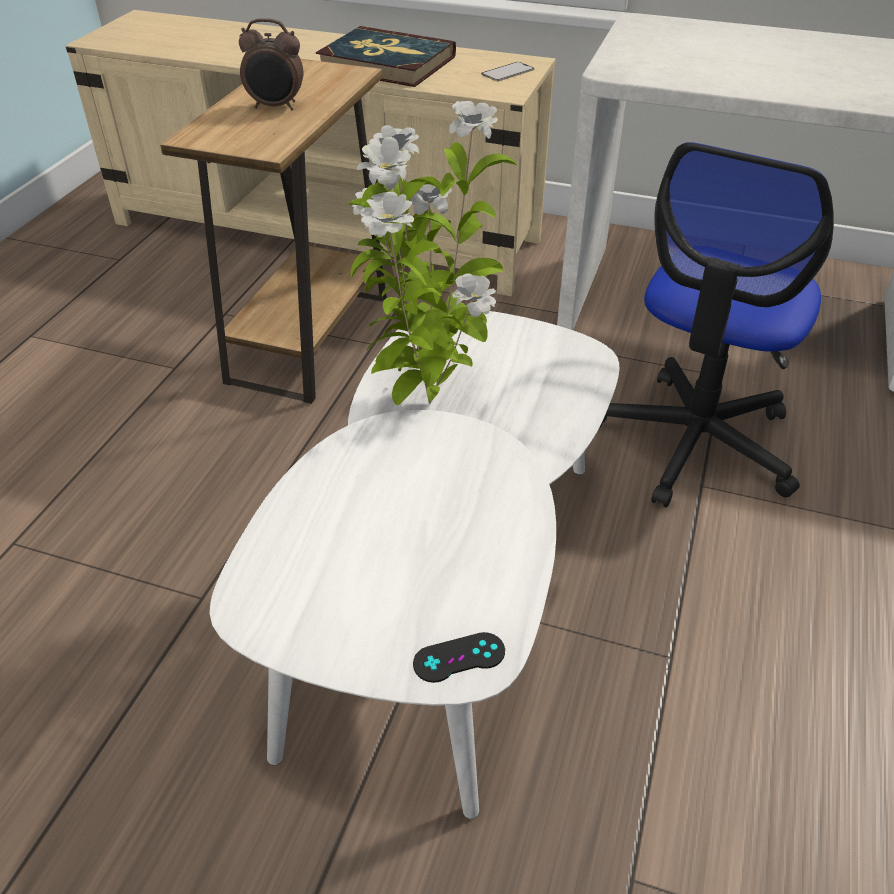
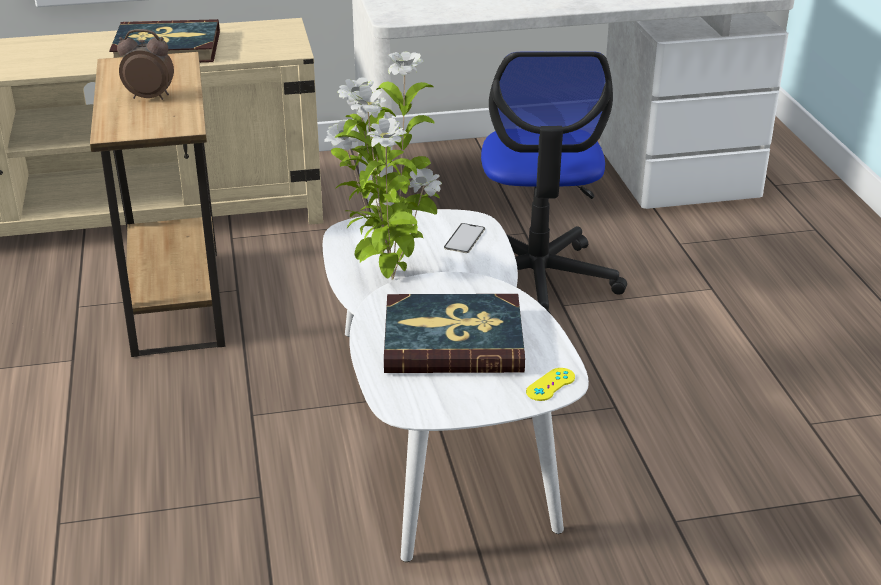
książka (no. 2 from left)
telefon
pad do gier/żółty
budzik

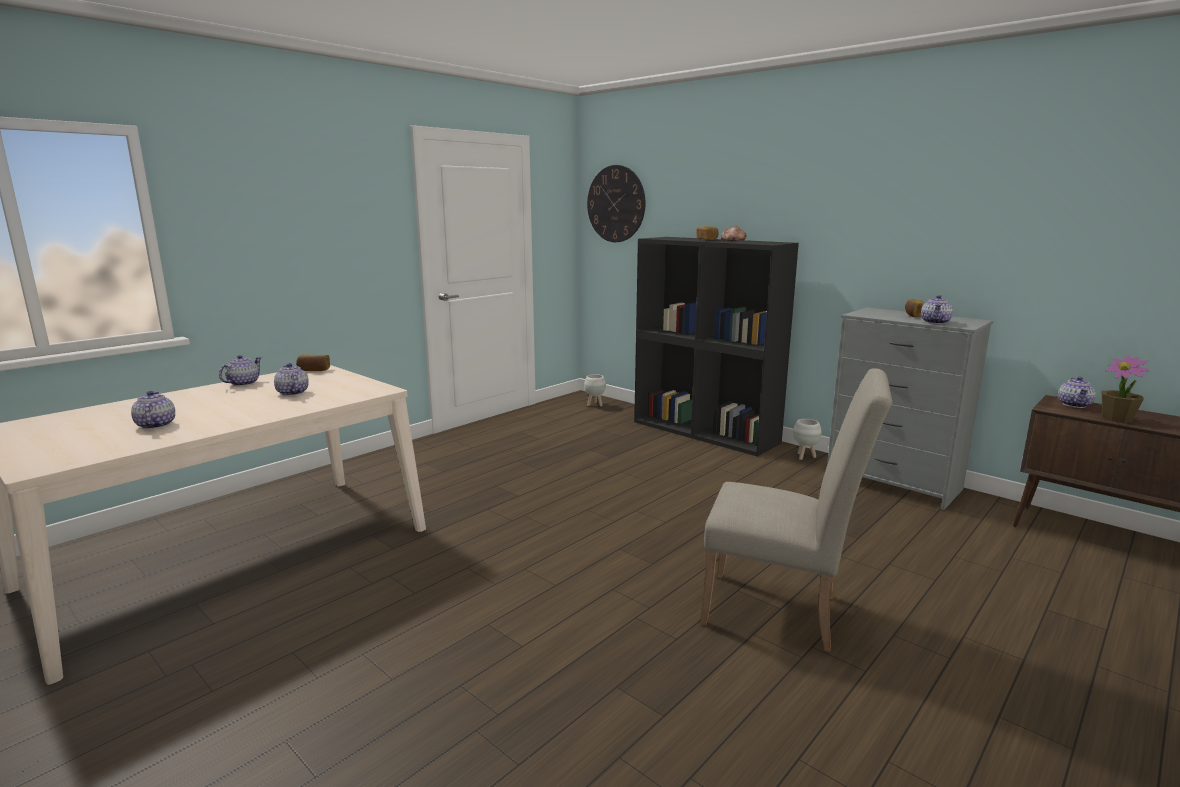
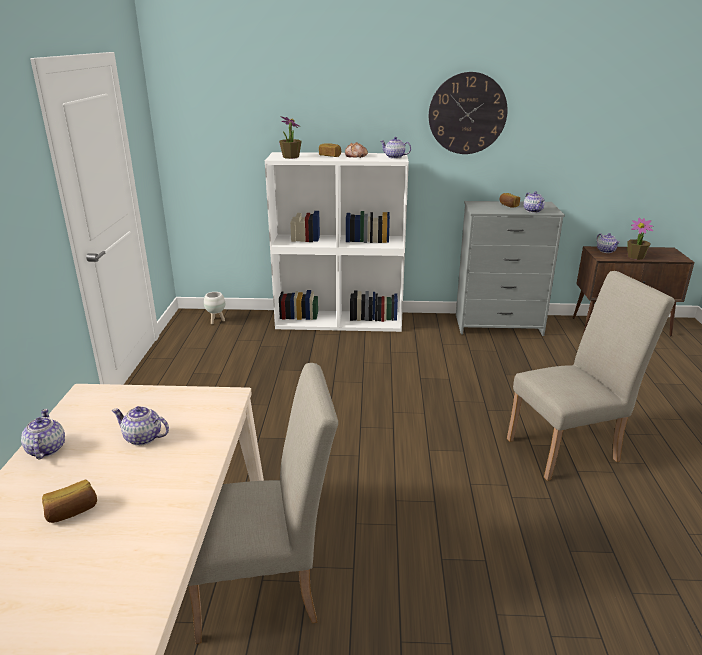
donica/biały (no. 2 from left in the first image)
krzesło/beżowy (no. 1 from left)
roślina doniczkowa (no. 1 from left)
imbryk (no. 3 from left)
chleb (no. 1 from left)
zegar ścienny
regał/biały

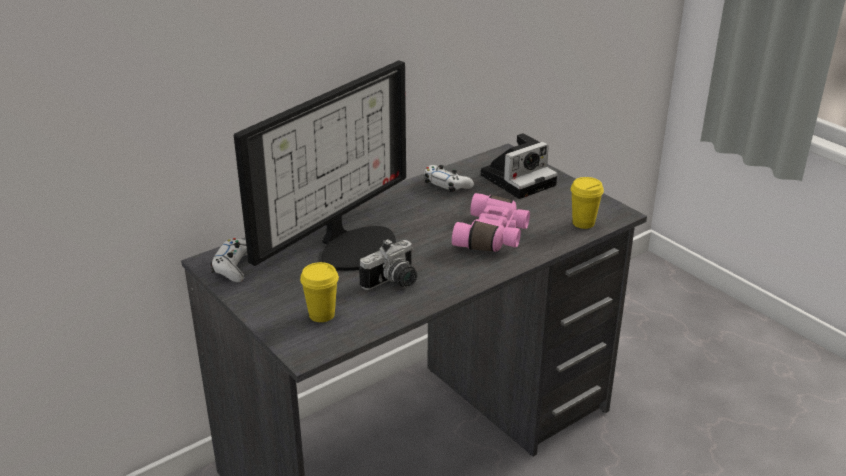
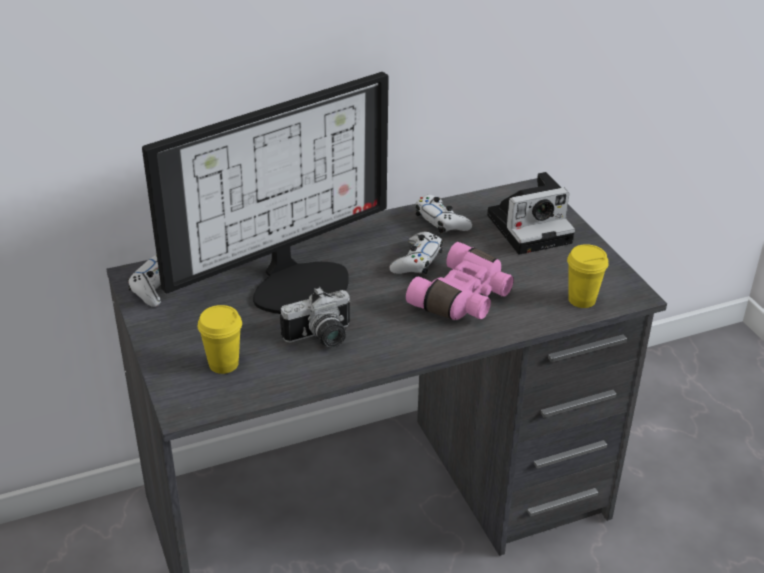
pad do gier/biały (no. 2 from left)

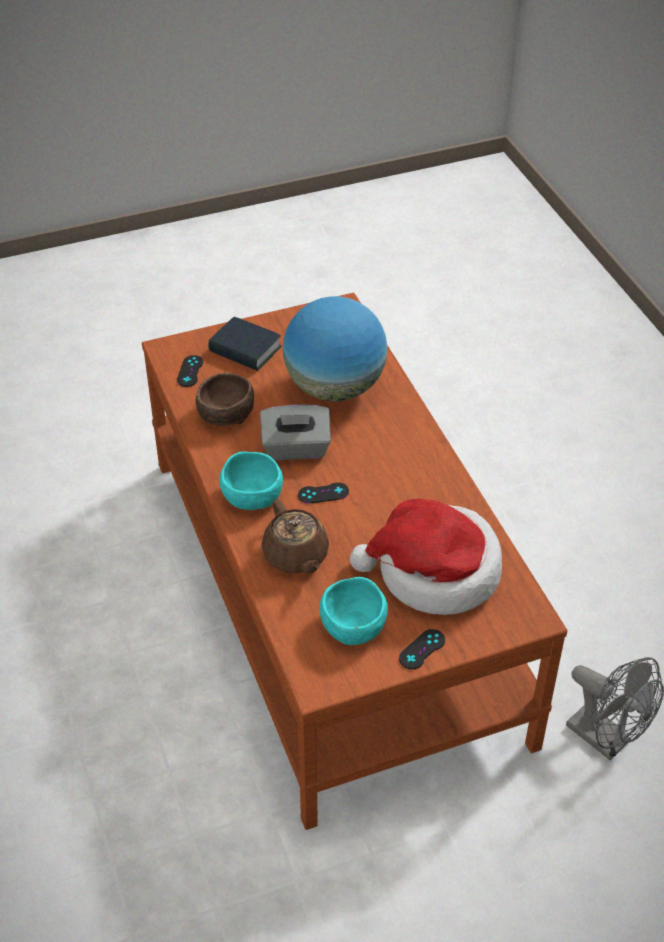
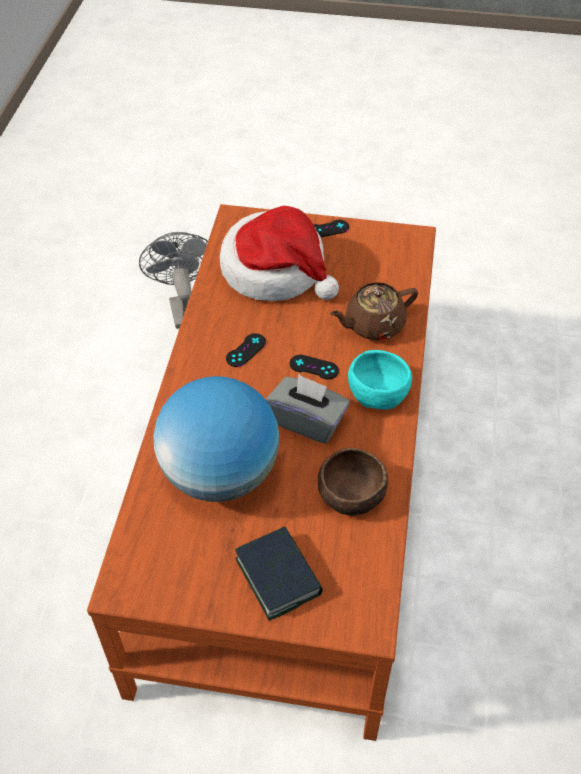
miska/turkusowy (no. 2 from left in the first image)
pad do gier/czarny (no. 1 from left)
imbryk/brązowy

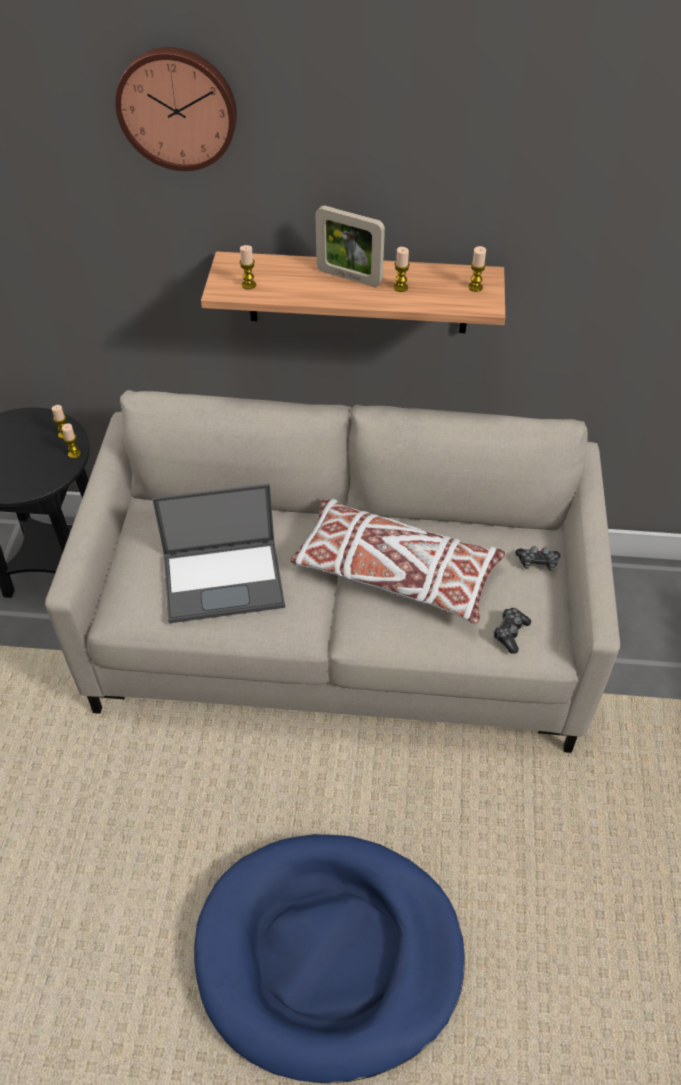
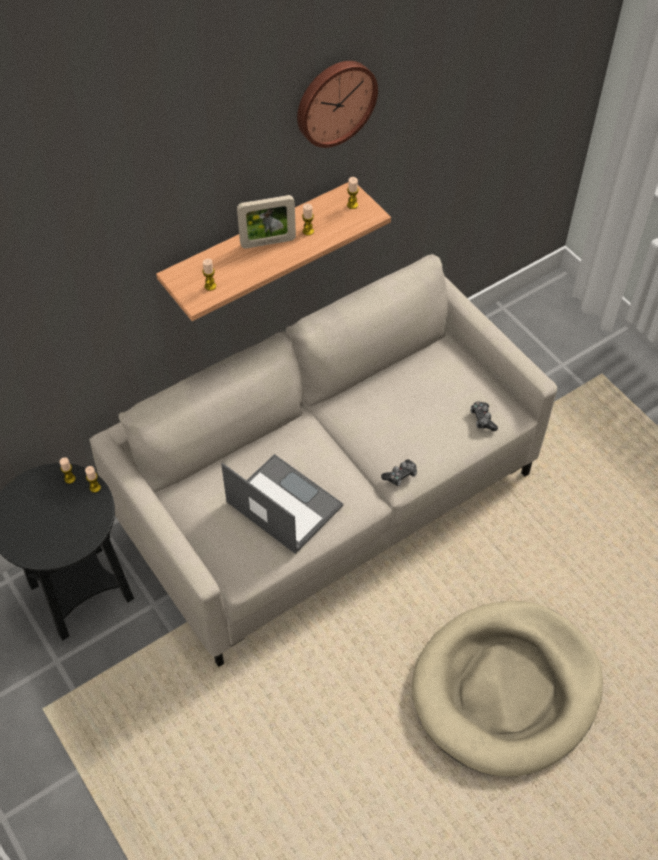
poduszka/biały
zegar ścienny
pad do gier (no. 1 from left)
legowisko/beżowy
laptop

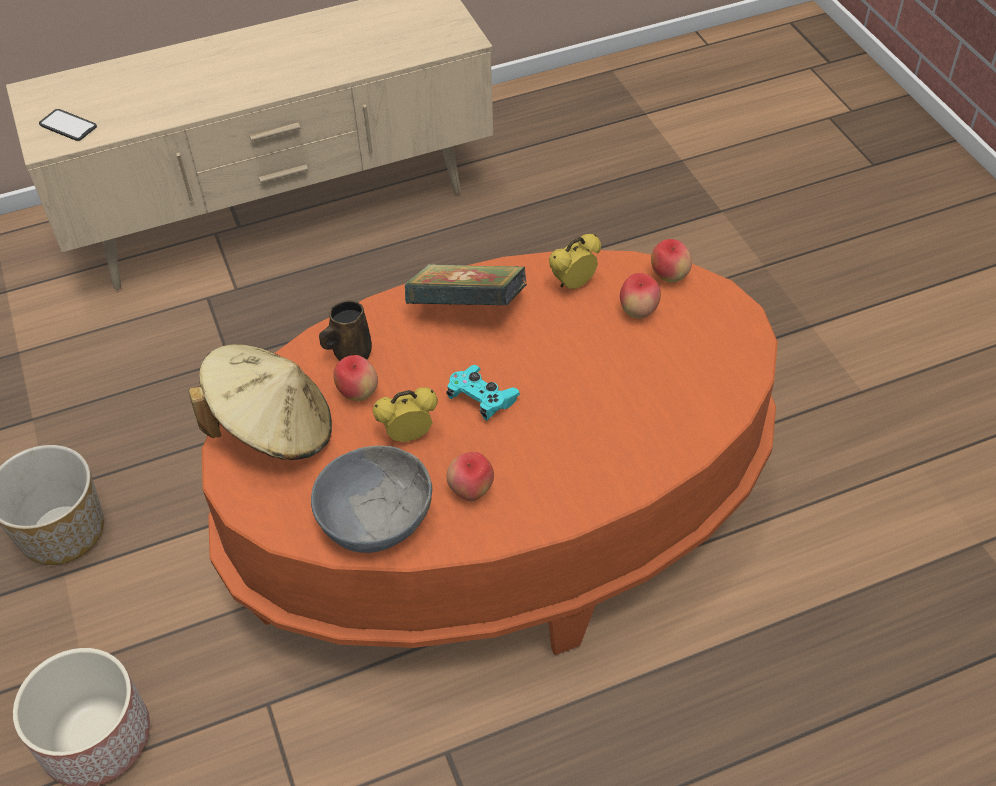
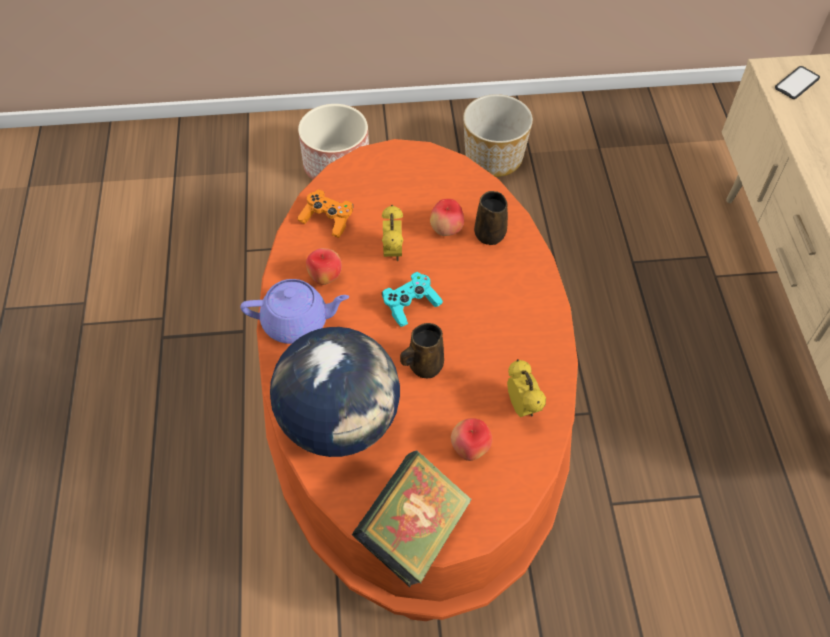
kapelusz/beżowy
jabłko (no. 4 from left in the first image)
imbryk/fioletowy
globus
kubek/brązowy (no. 1 from left)
książka
pad do gier/pomarańczowy

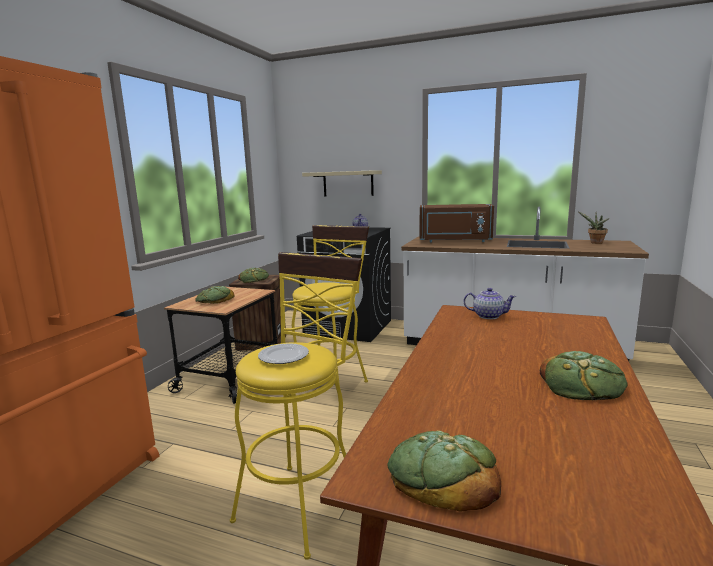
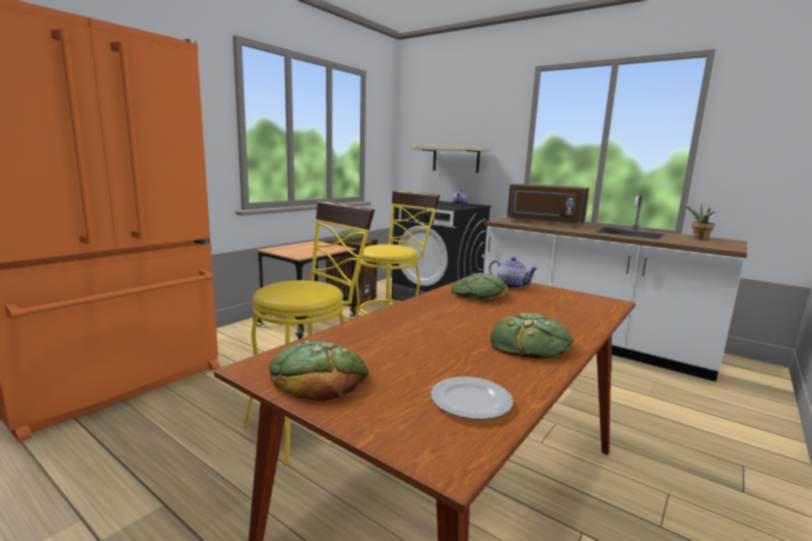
chleb (no. 3 from left)
talerz

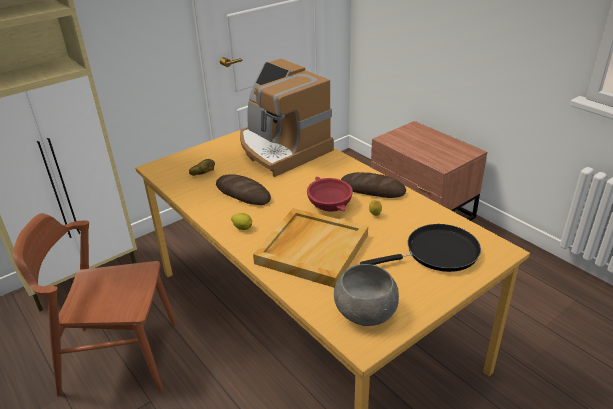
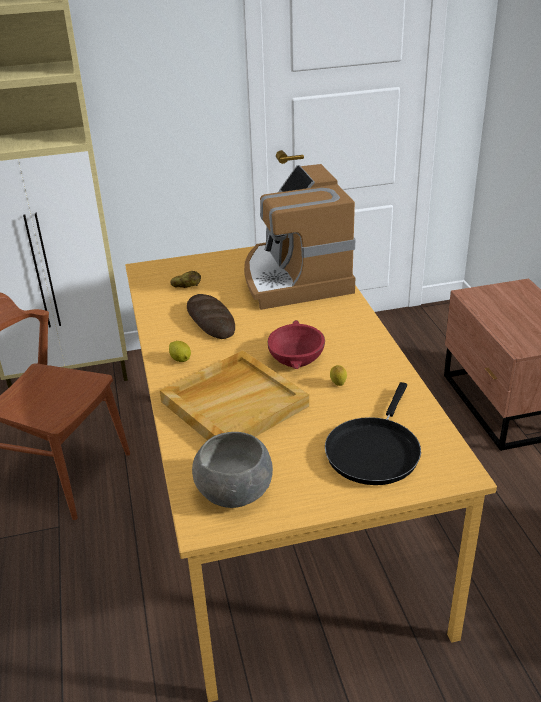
chleb (no. 2 from left in the first image)
patelnia/czarny

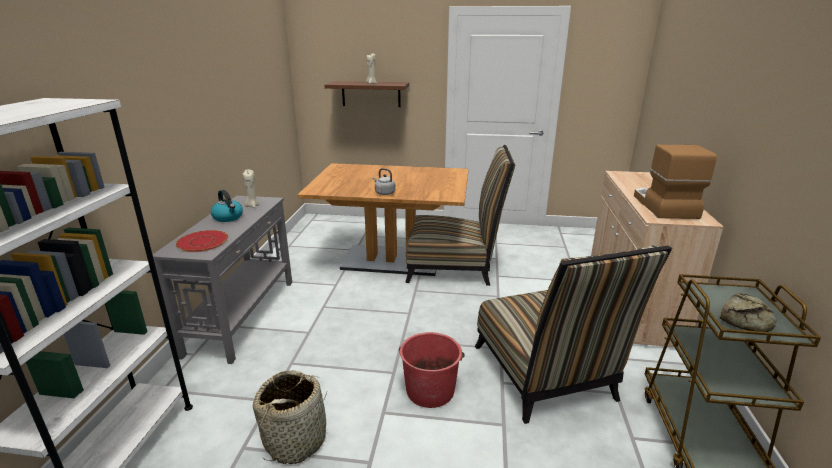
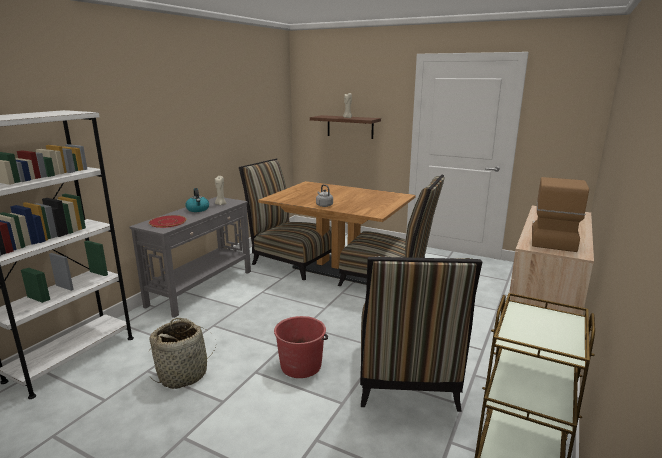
chleb
krzesło (no. 1 from left)

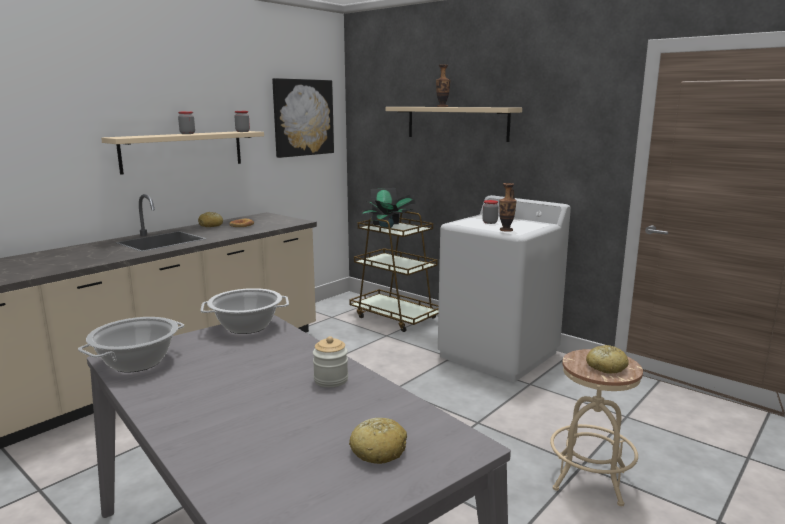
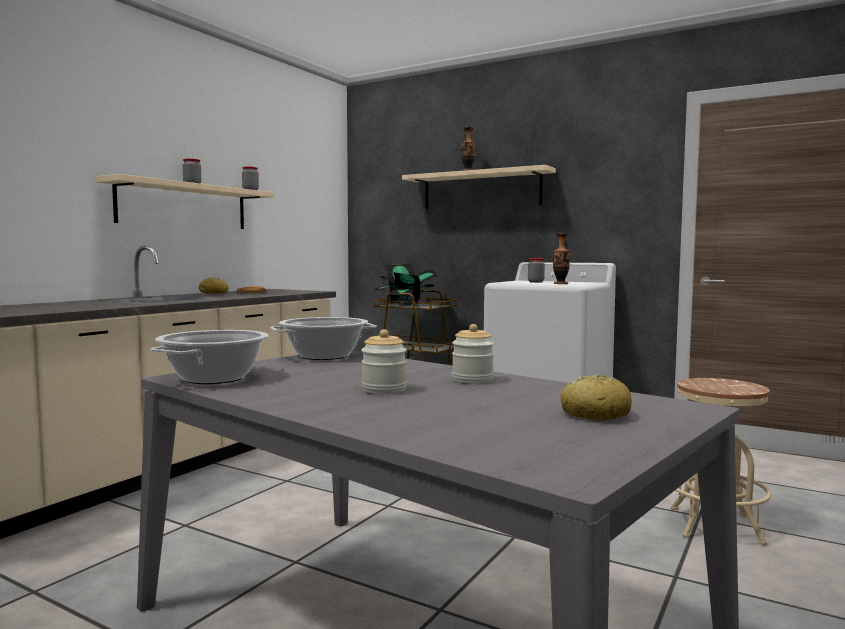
obraz
chleb (no. 4 from left in the first image)
słoik (no. 3 from left)

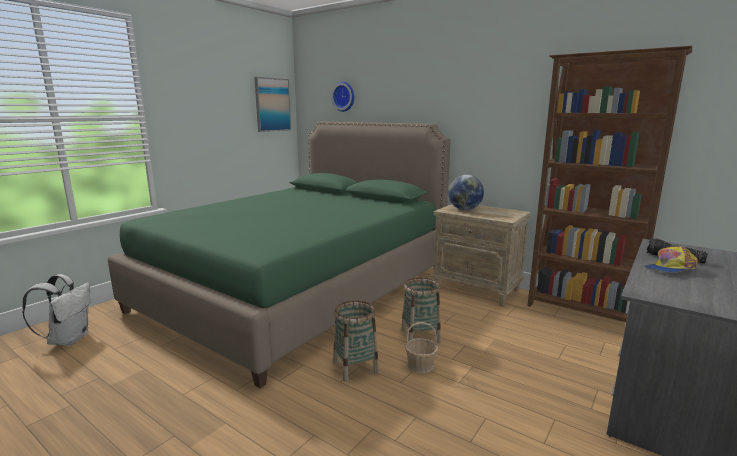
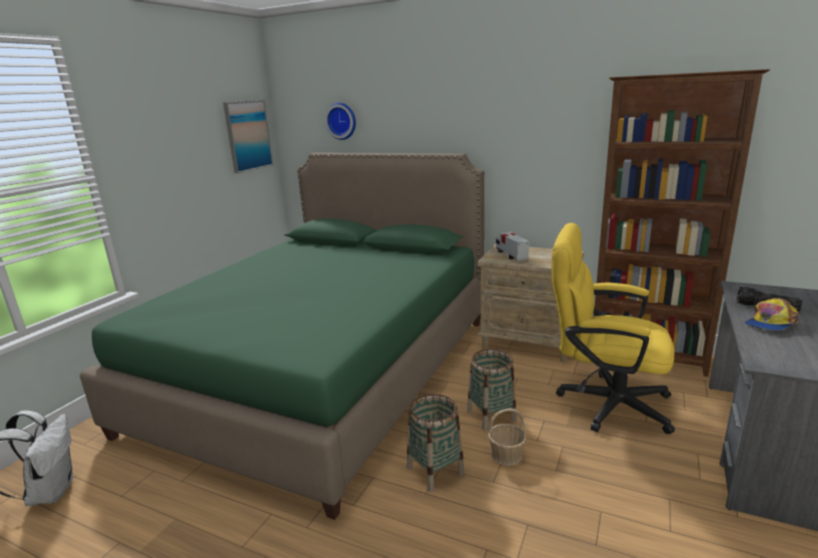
krzesło biurowe/żółty
ciężarówka zabawkowa

